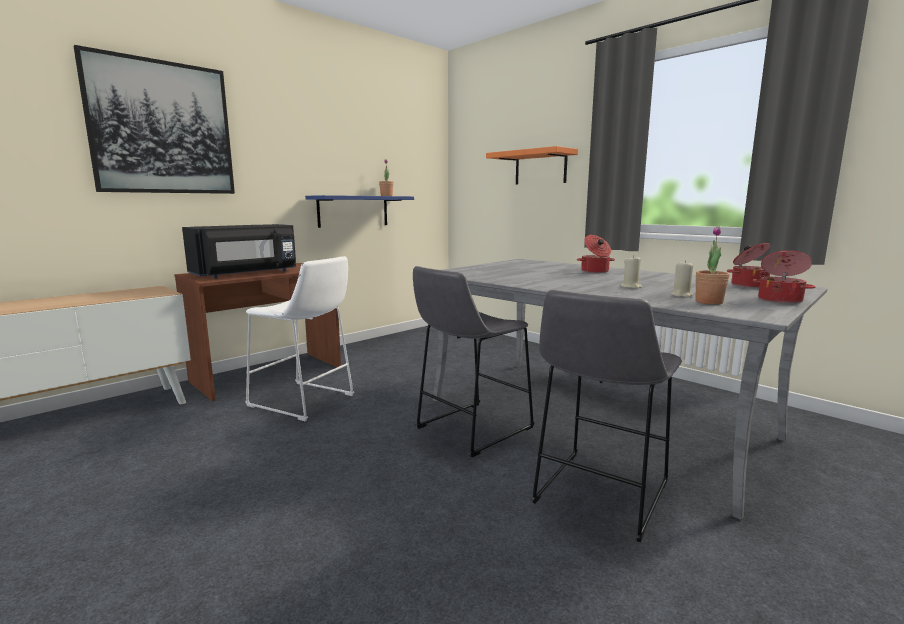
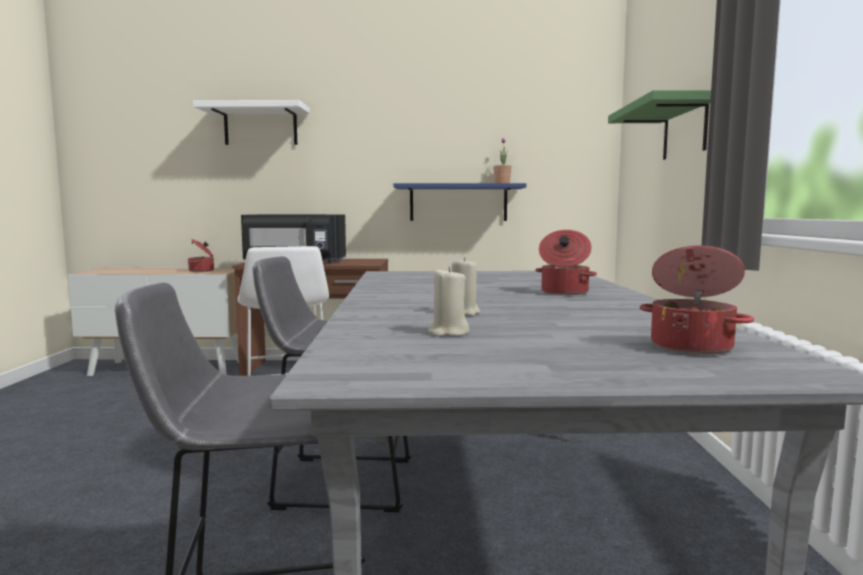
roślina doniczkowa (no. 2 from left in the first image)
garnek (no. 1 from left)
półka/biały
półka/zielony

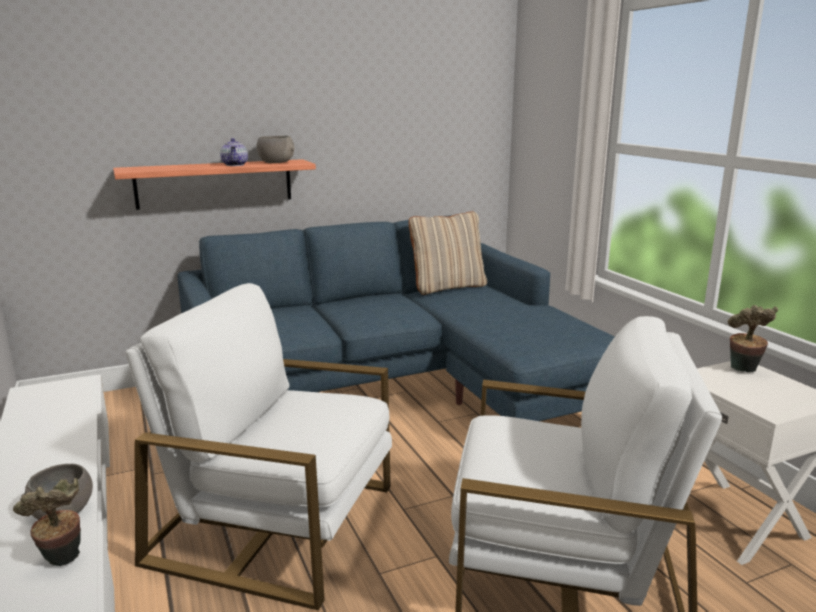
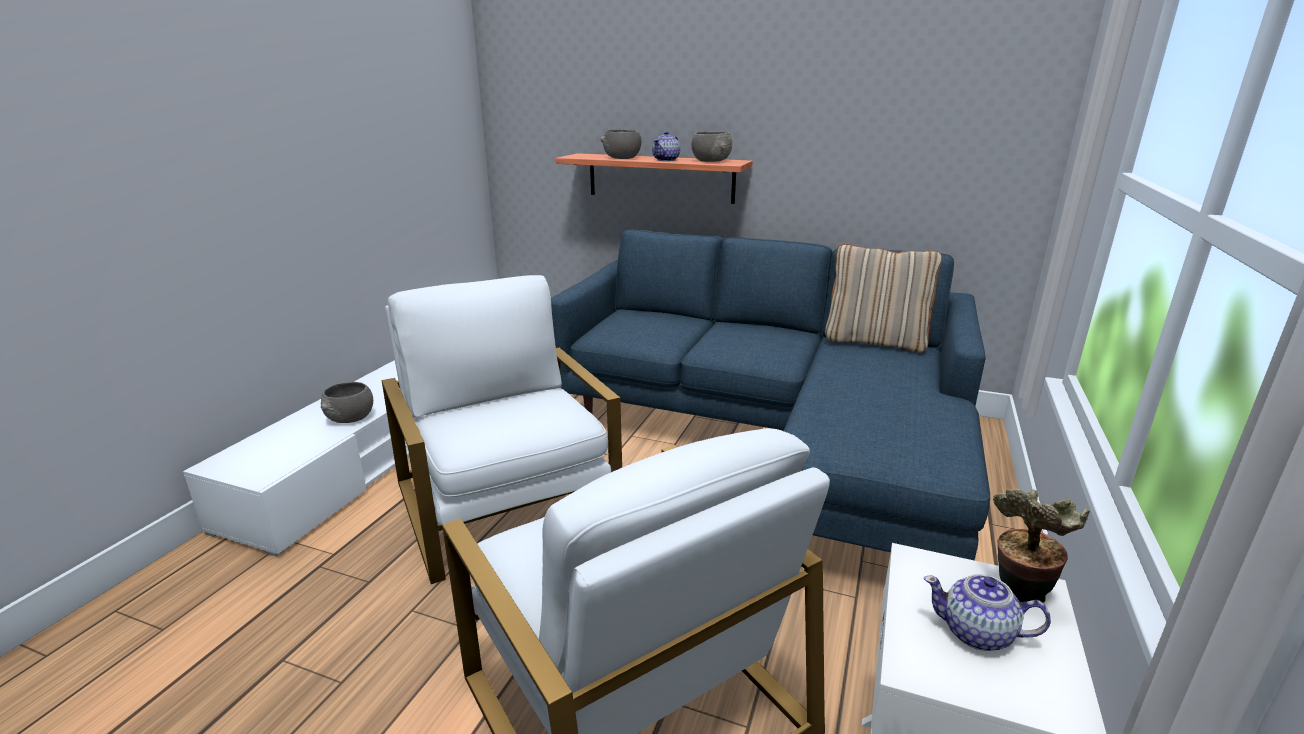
roślina doniczkowa (no. 1 from left in the first image)
miska/szary (no. 2 from left)
imbryk (no. 2 from left)

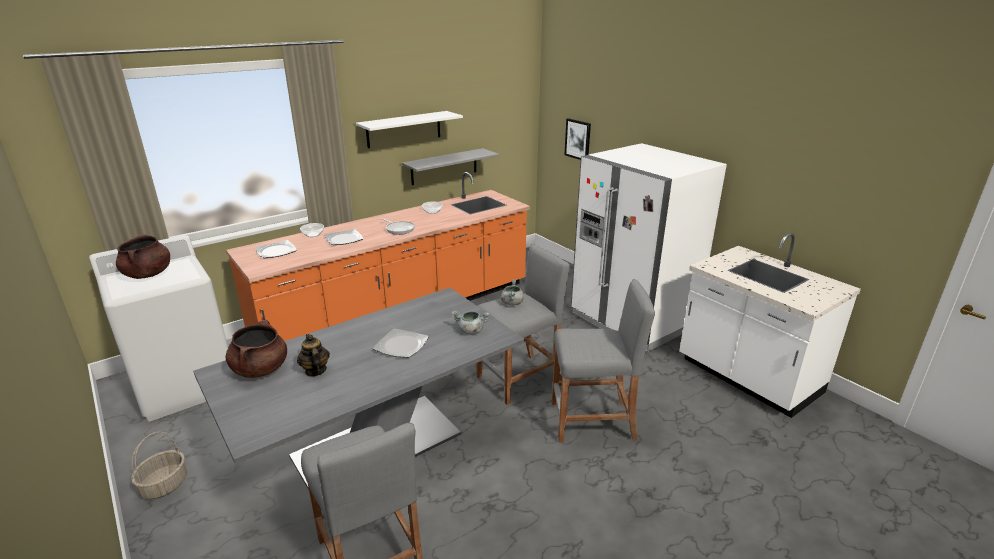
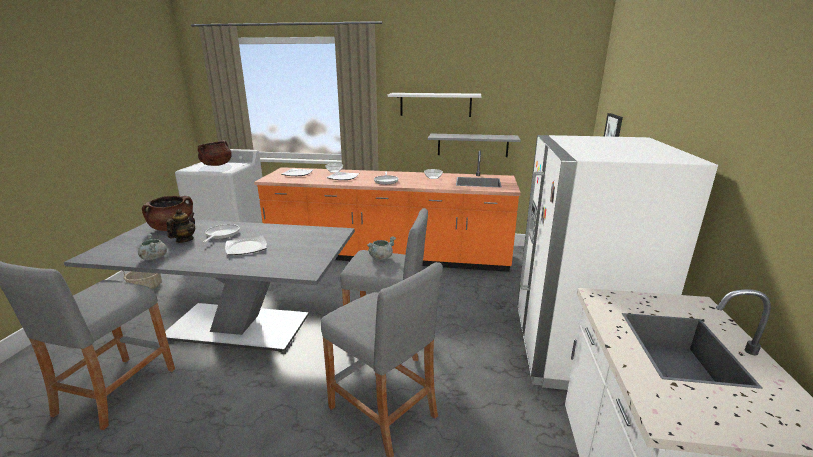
patelnia (no. 1 from left)
garnek/szary (no. 1 from left)

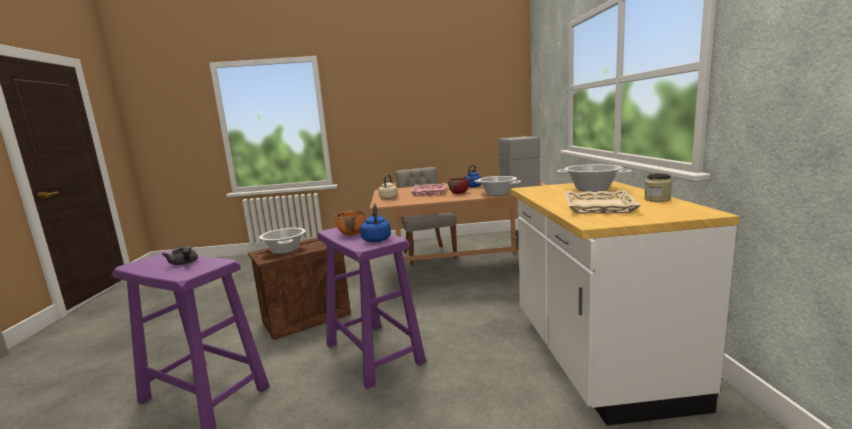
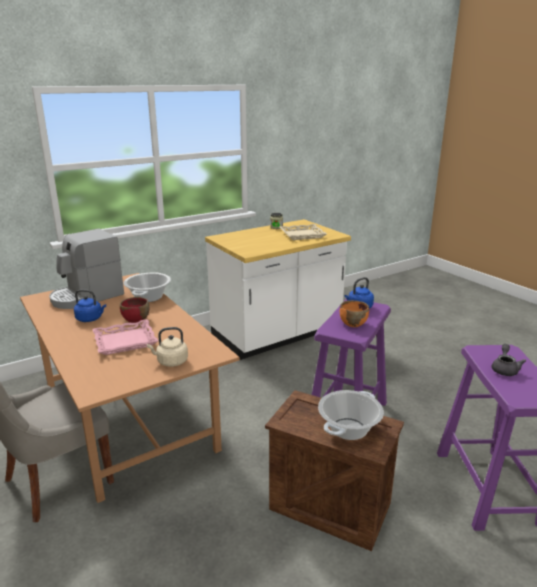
garnek (no. 3 from left in the first image)

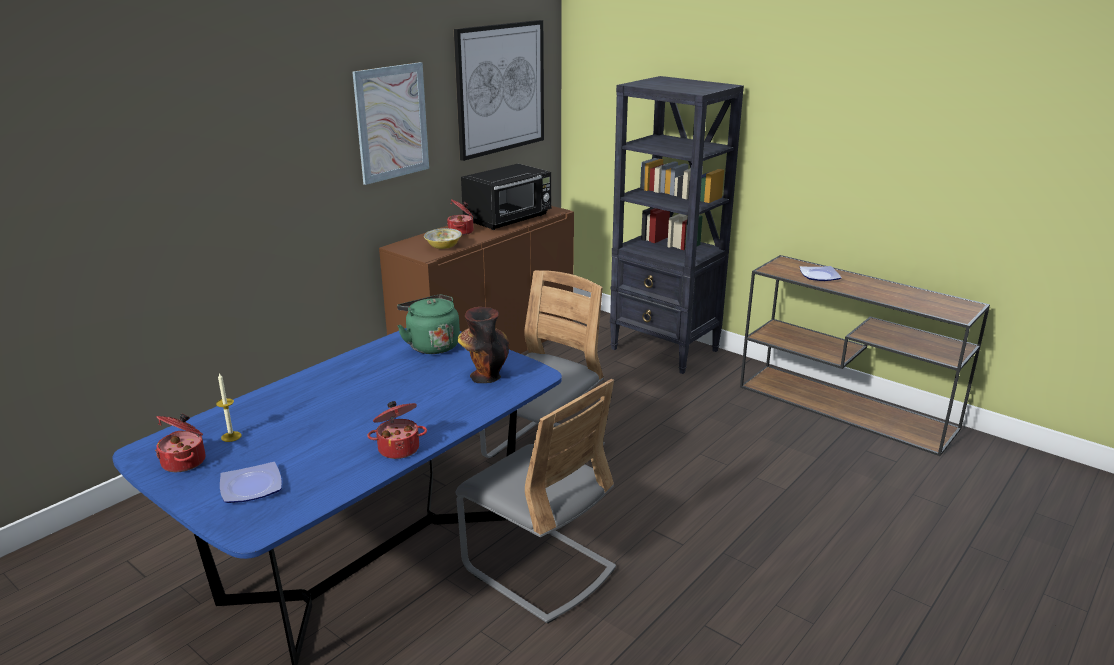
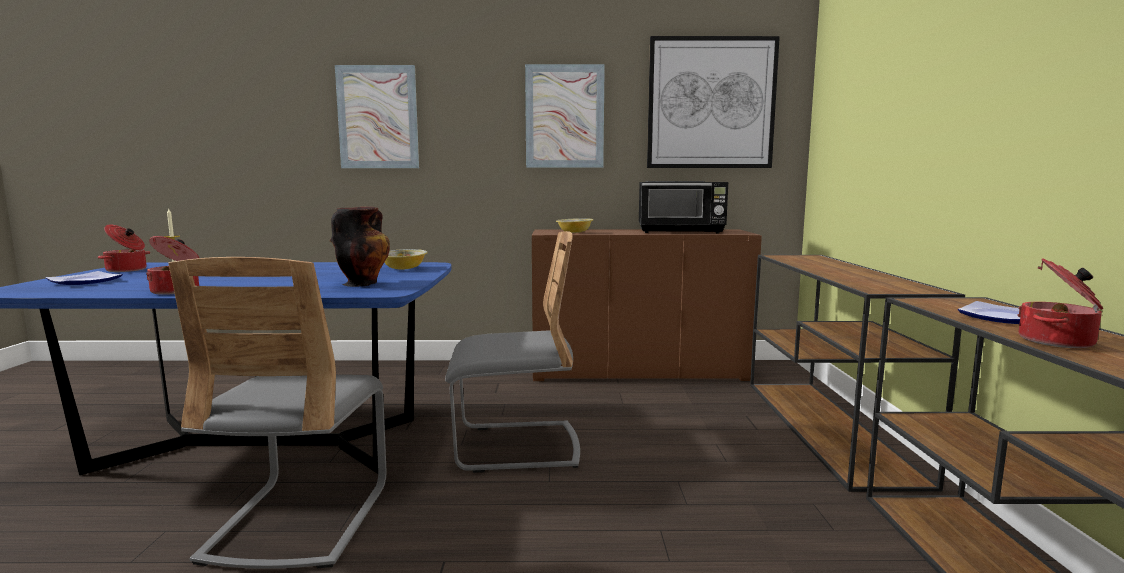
obraz (no. 1 from left)
garnek (no. 3 from left)
miska (no. 1 from left)
stolik konsolowy/brązowy (no. 1 from left)

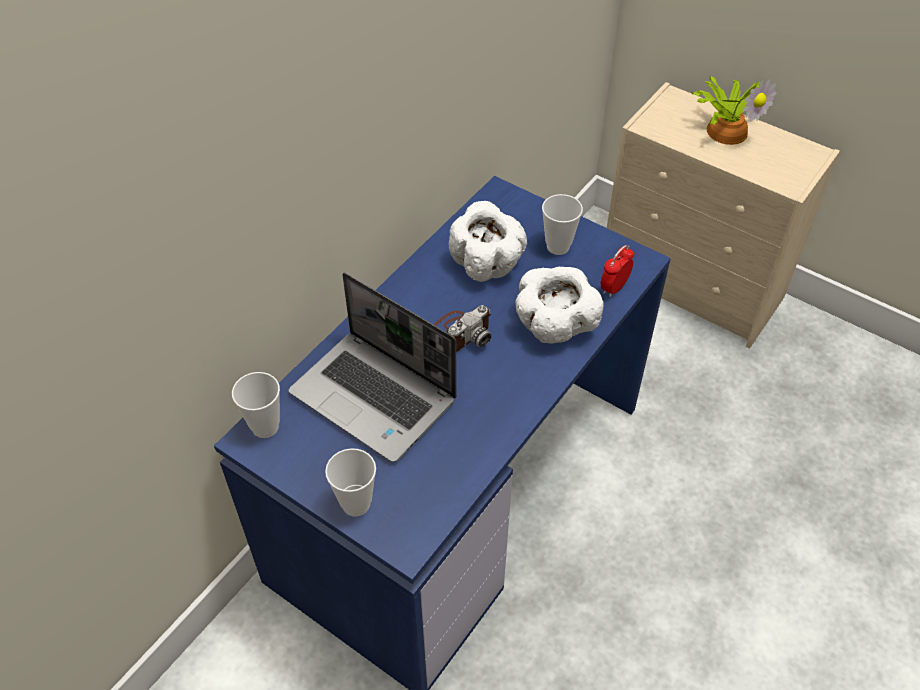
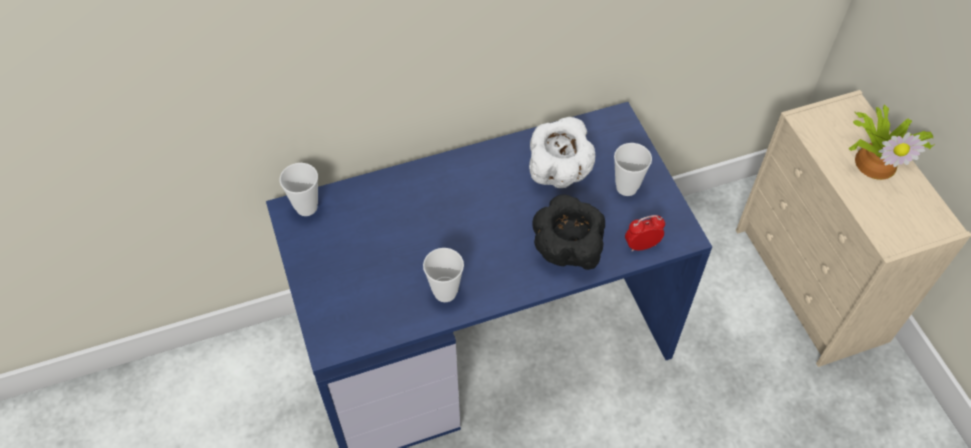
laptop
aparat fotograficzny
filiżanka (no. 2 from left)
miska/czarny

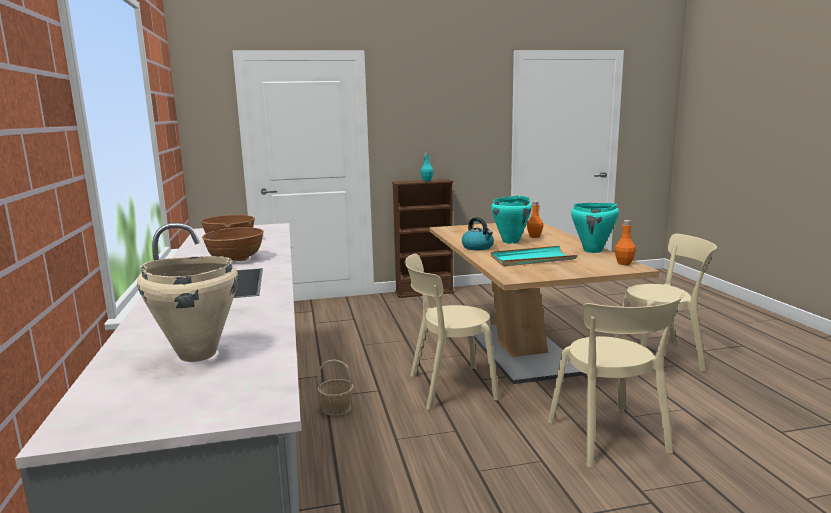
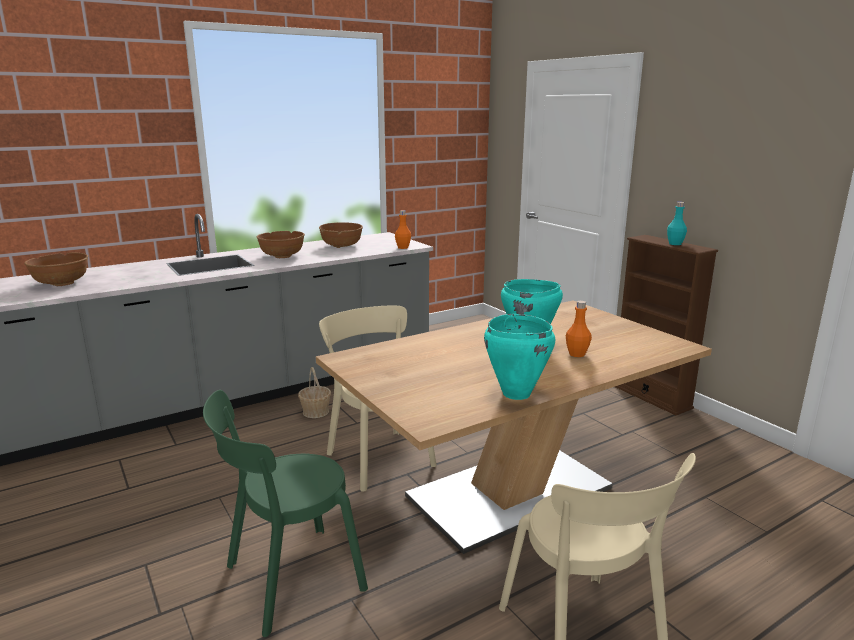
czajnik
taca/turkusowy
butelka/pomarańczowy (no. 1 from left)
miska/brązowy (no. 1 from left)
krzesło/zielony

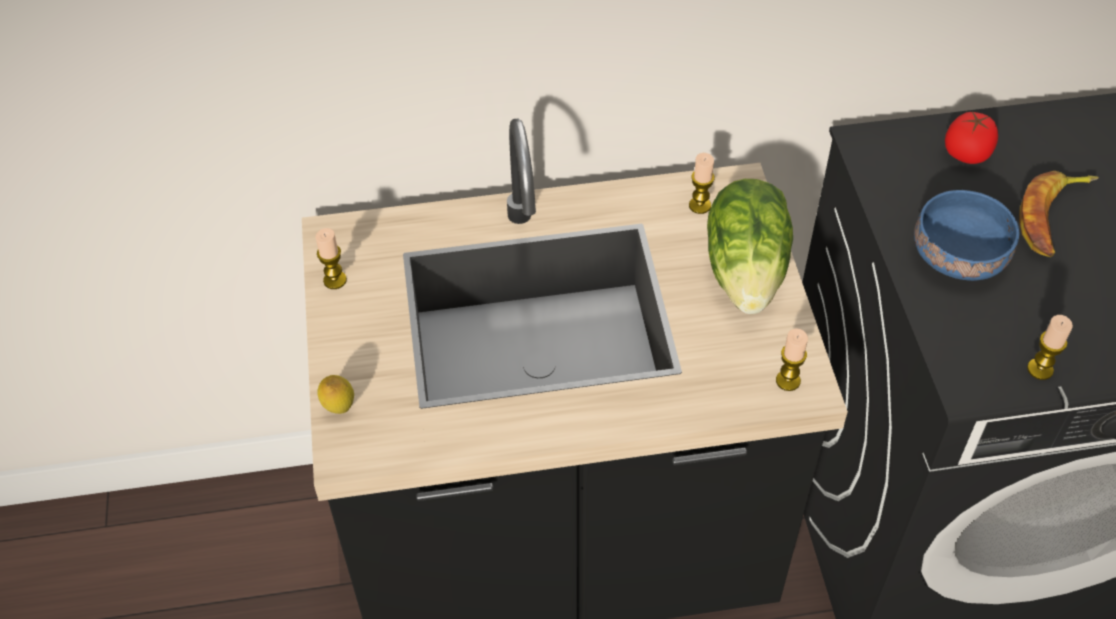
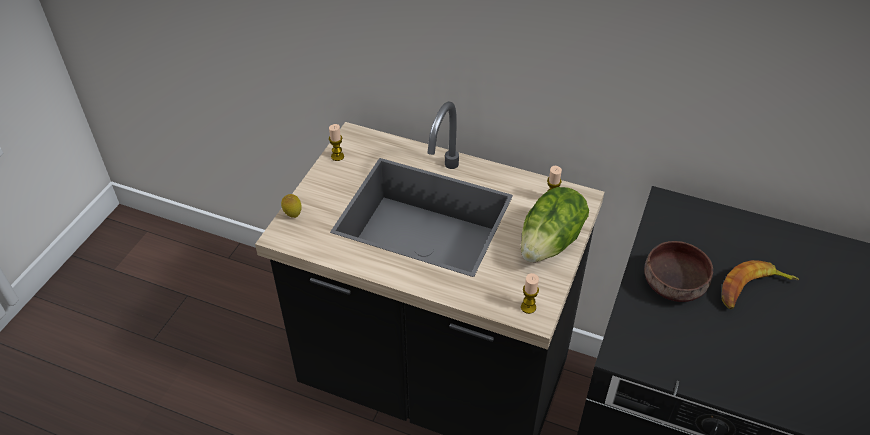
pomidor
świeca (no. 4 from left in the first image)
miska/brązowy

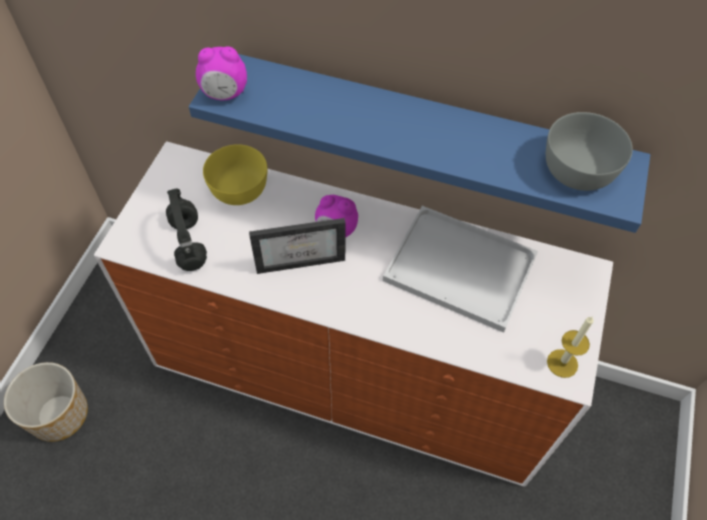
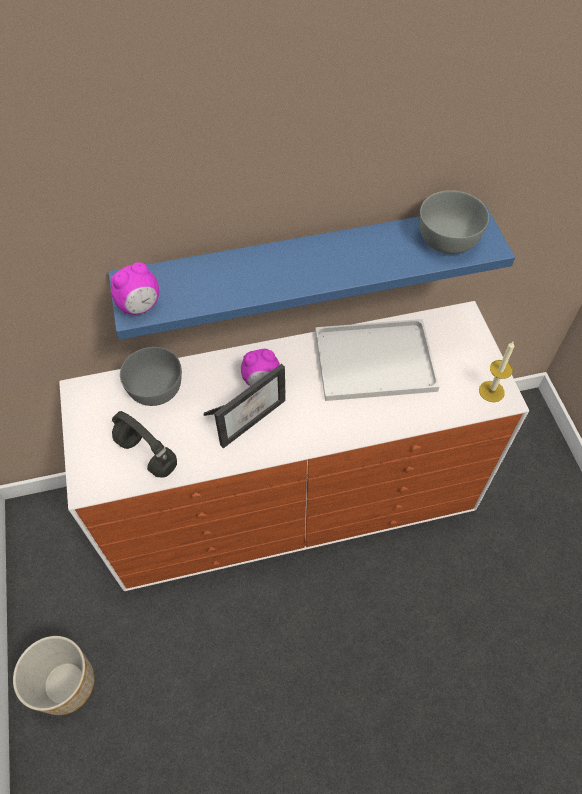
miska/szary (no. 1 from left)

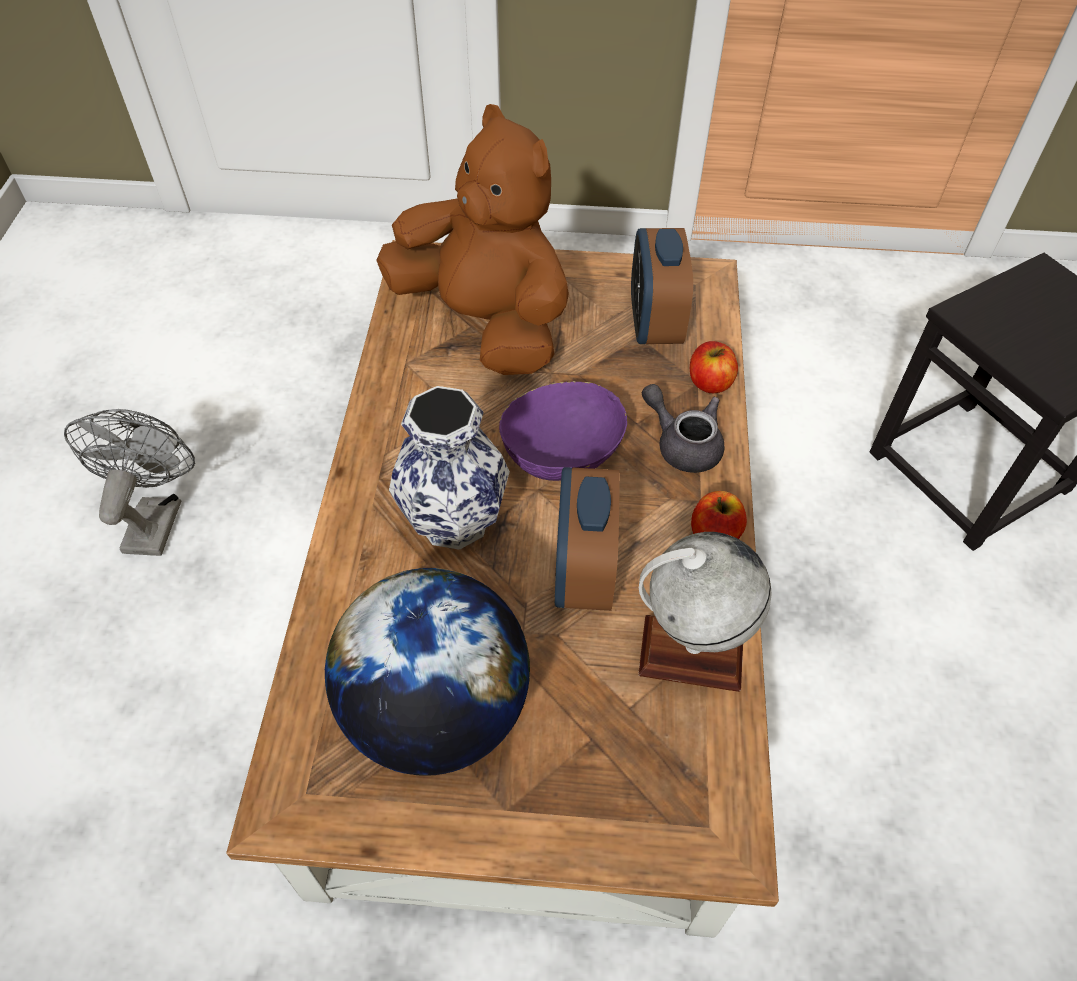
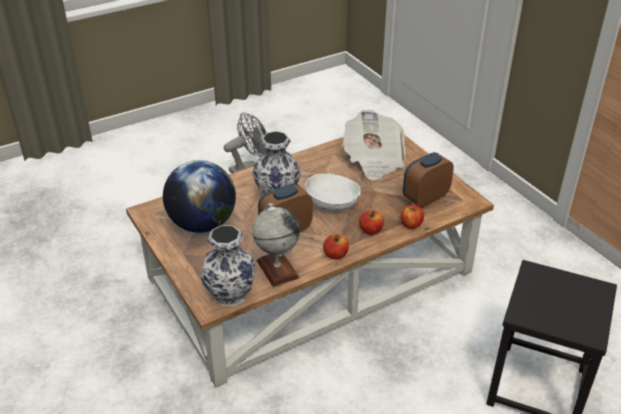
wazon (no. 1 from left)
gazeta
jabłko (no. 2 from left)
miska/biały

